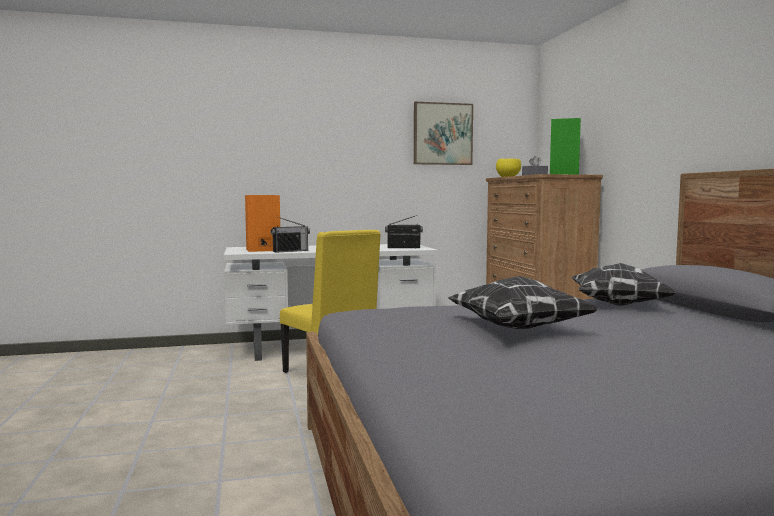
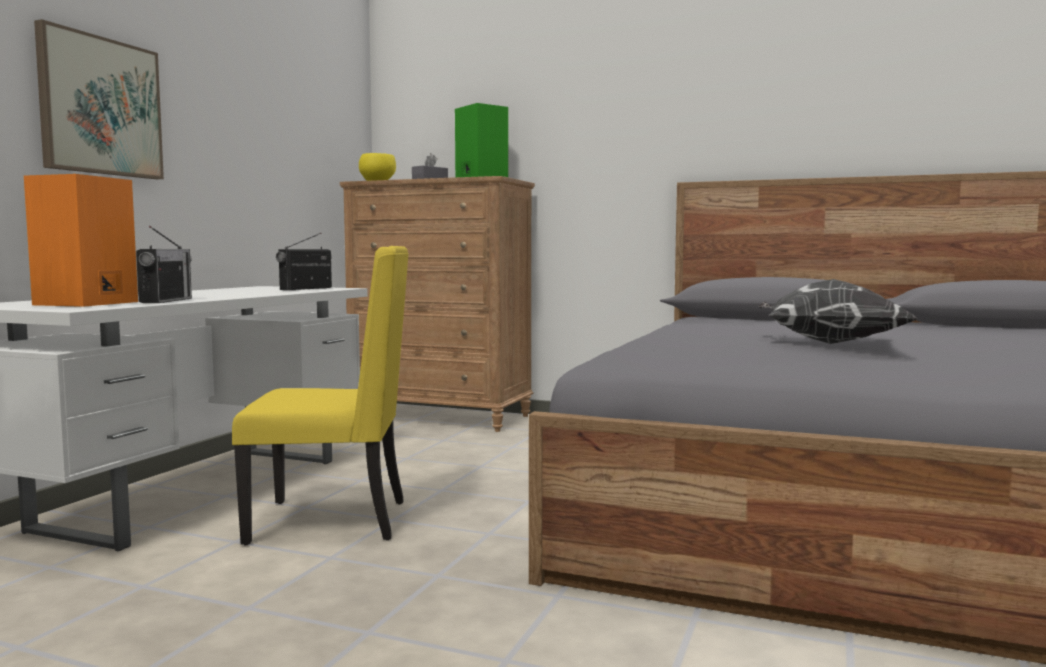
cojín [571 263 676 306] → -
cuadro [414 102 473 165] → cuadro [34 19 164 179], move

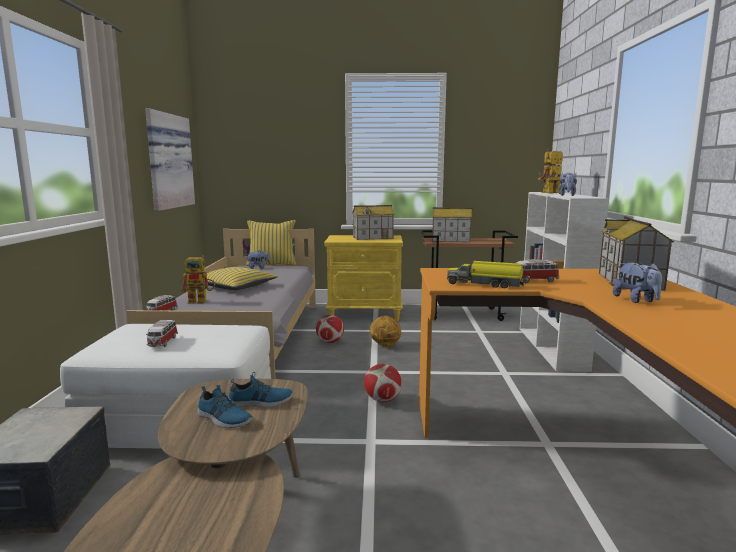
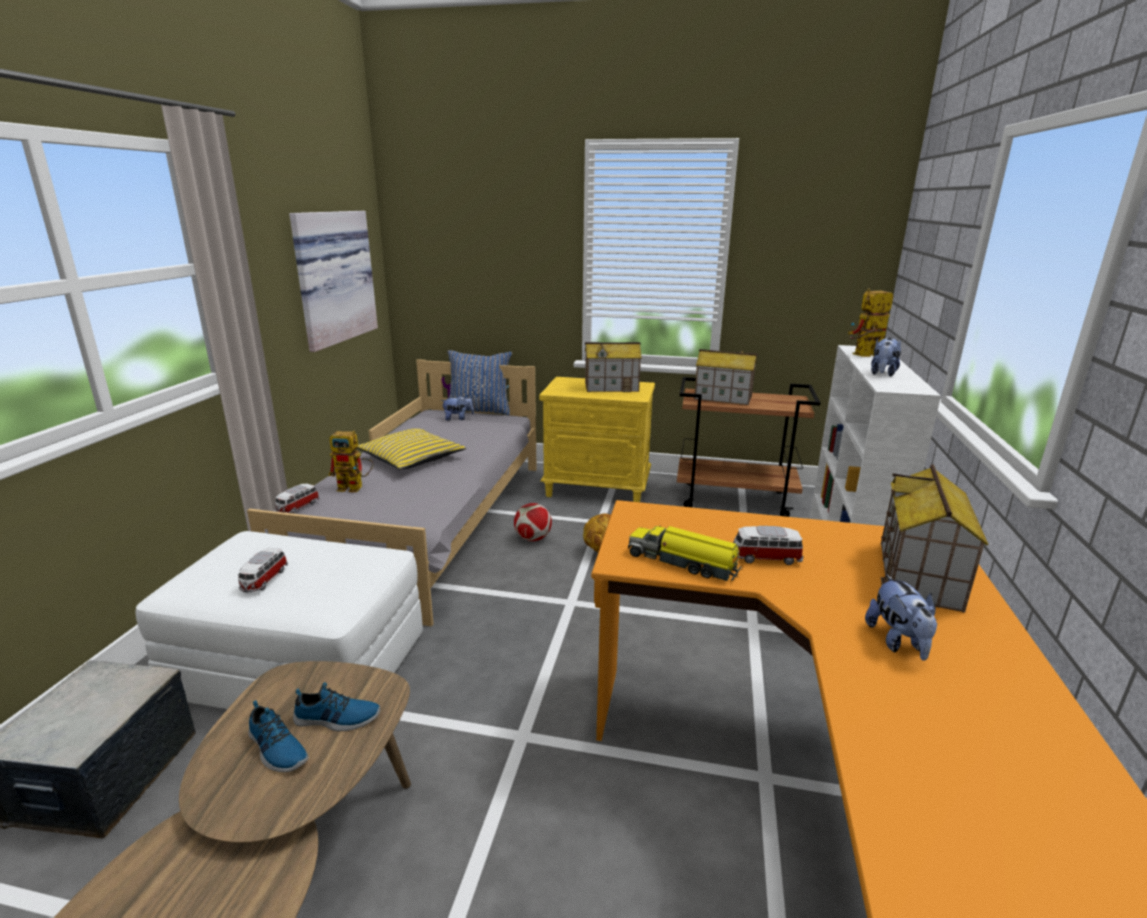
balón de fútbol [364 364 402 402] → -
cojín (amarillo) [246 220 296 266] → cojín (azul) [448 350 512 415]

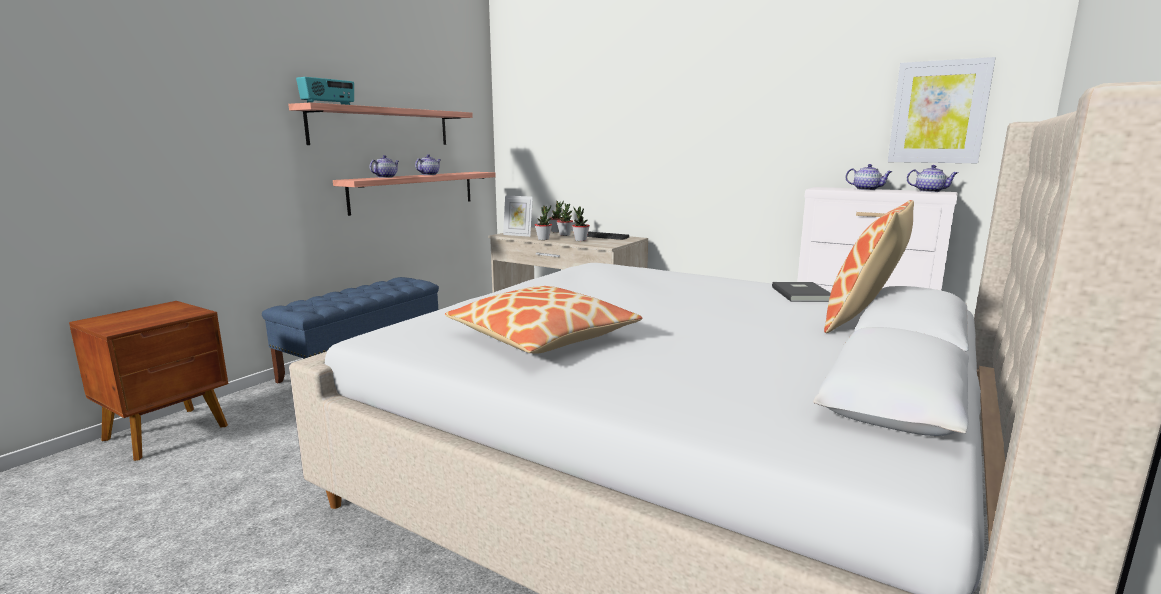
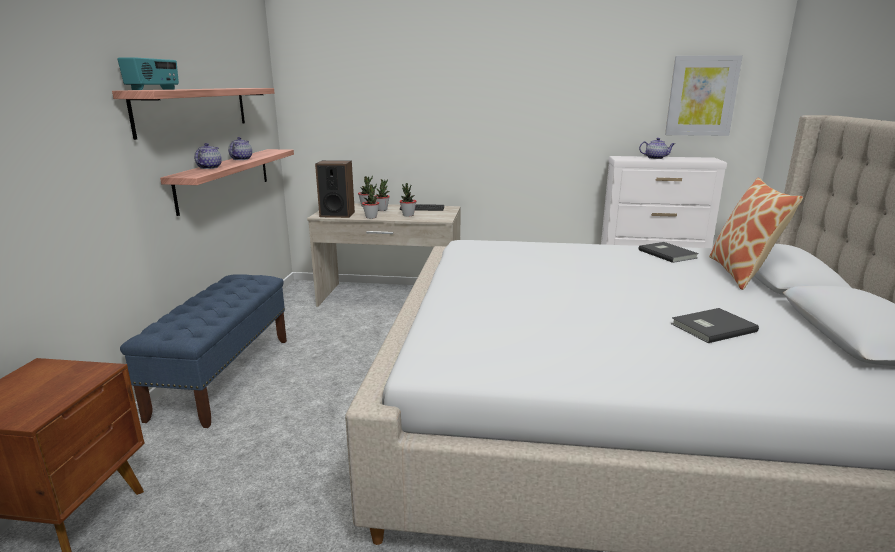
cojín [445 286 643 354] → -
tetera [907 165 958 192] → -
- → libro (gris) [671 308 759 343]
portarretratos [503 195 533 237] → altavoz [315 160 355 218]

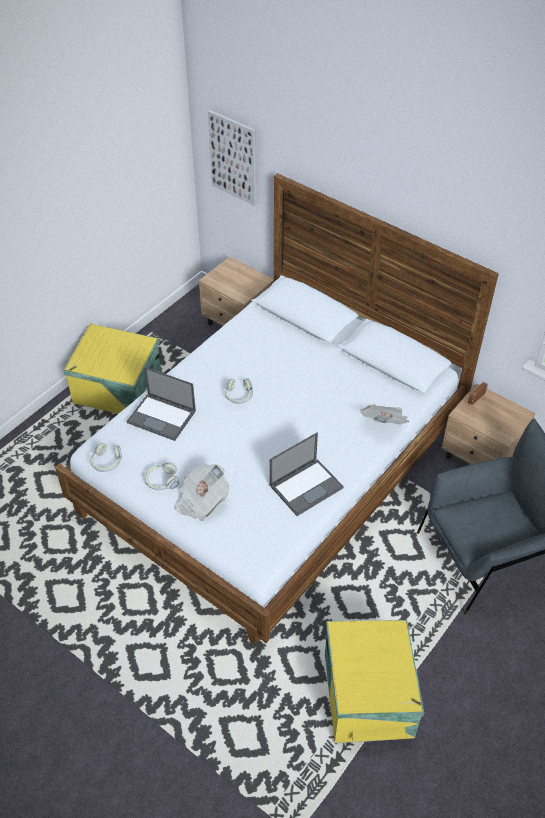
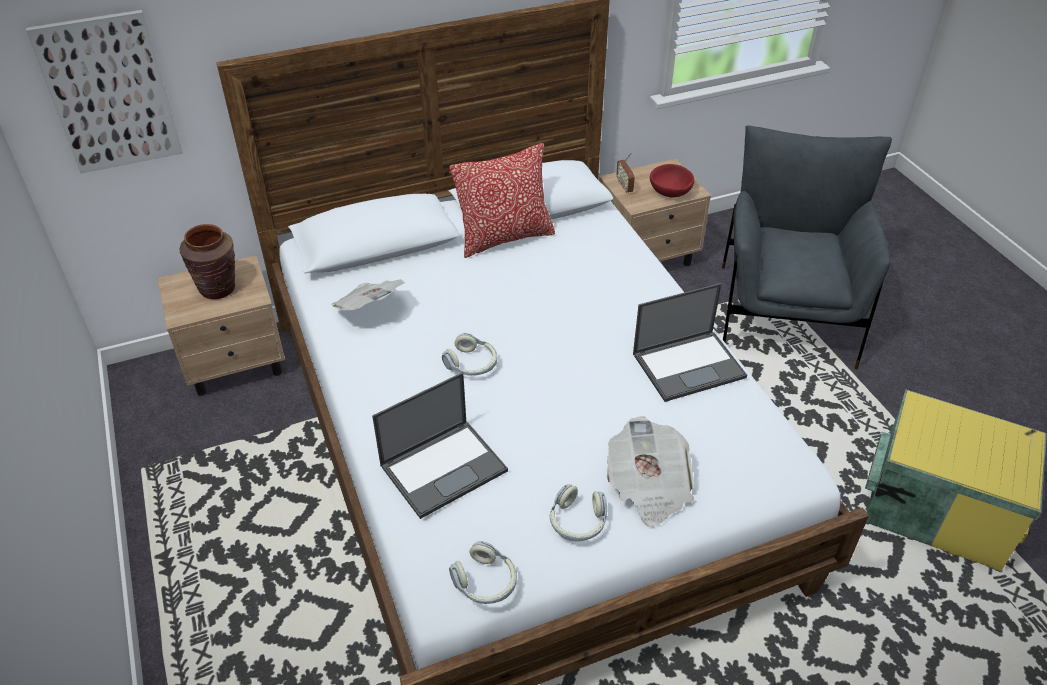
caja de almacenaje (amarillo) [63 323 162 414] → -
- → florero (marrón) [180 224 235 299]
- → cojín [450 143 555 258]
- → cuenco (rojo) [650 164 694 198]
periódico [360 404 409 425] → periódico [331 280 405 311], move
portátil [270 432 344 516] → portátil [633 283 747 402], 75 degrees clockwise

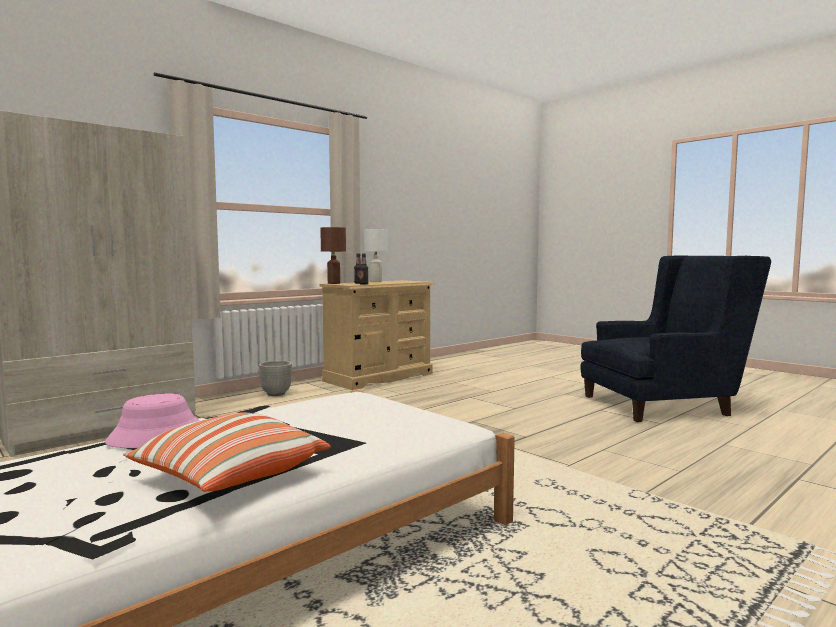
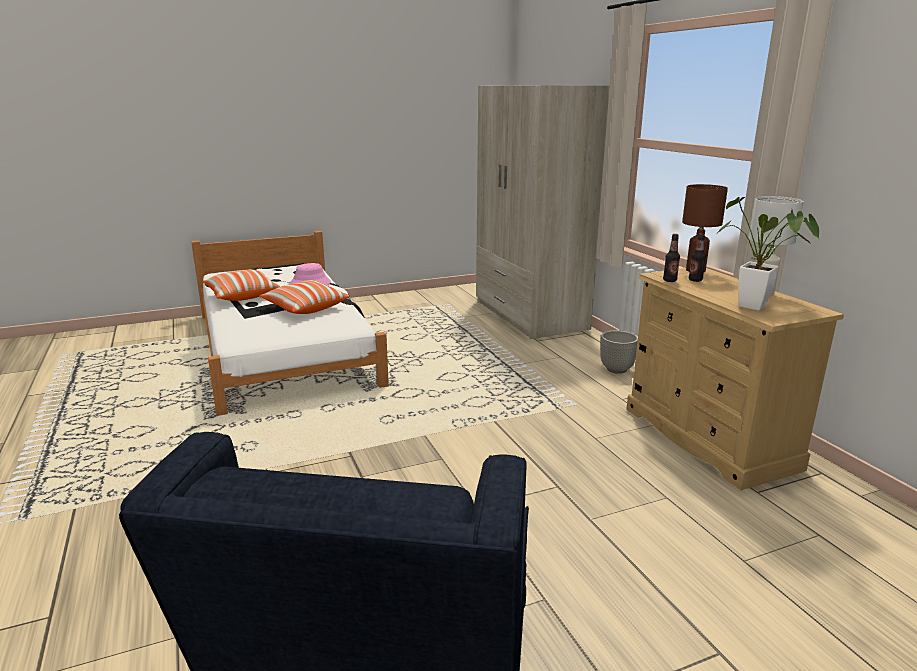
- → cojín [259 280 349 314]
- → planta en maceta [715 197 819 311]

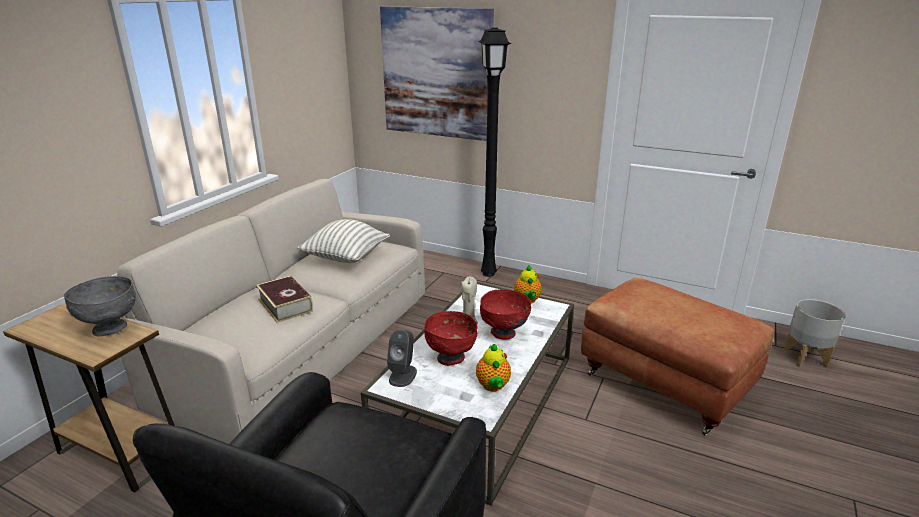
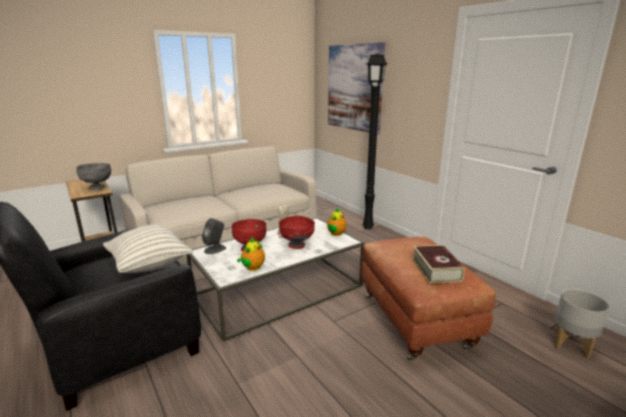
libro [256 276 313 323] → libro [412 245 465 284], move
cojín [297 219 390 263] → cojín [103 225 193 273], move

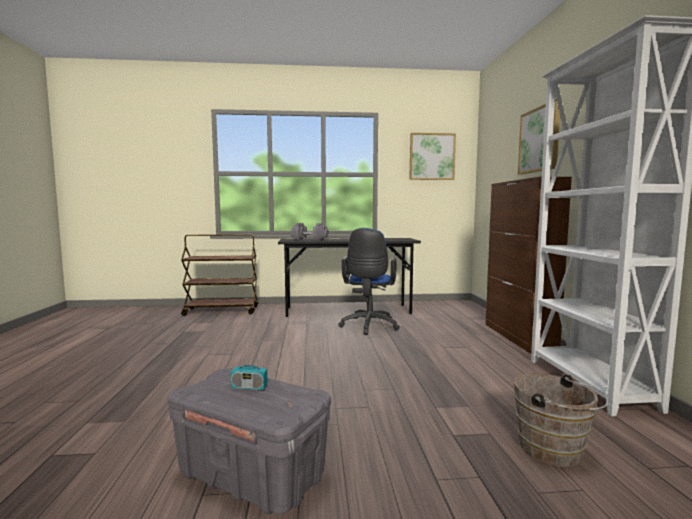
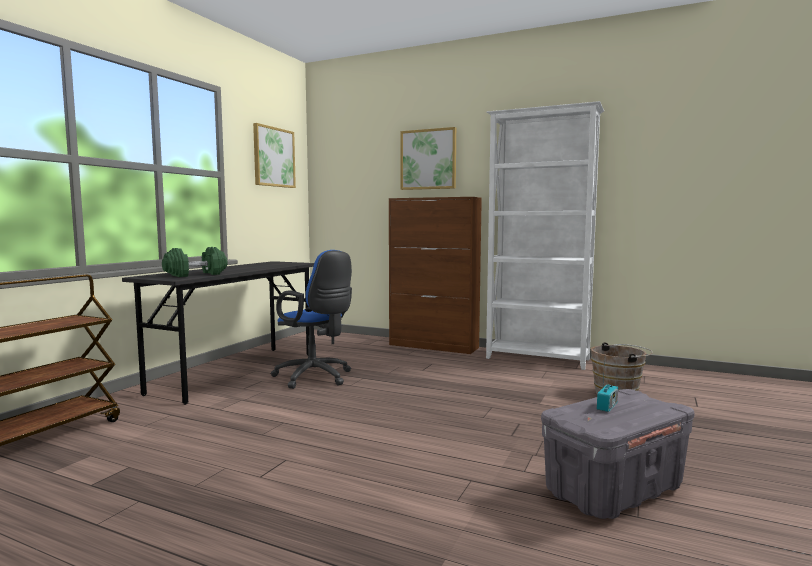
mancuerna (gris) [291 223 329 241] → mancuerna (verde) [162 247 228 277]

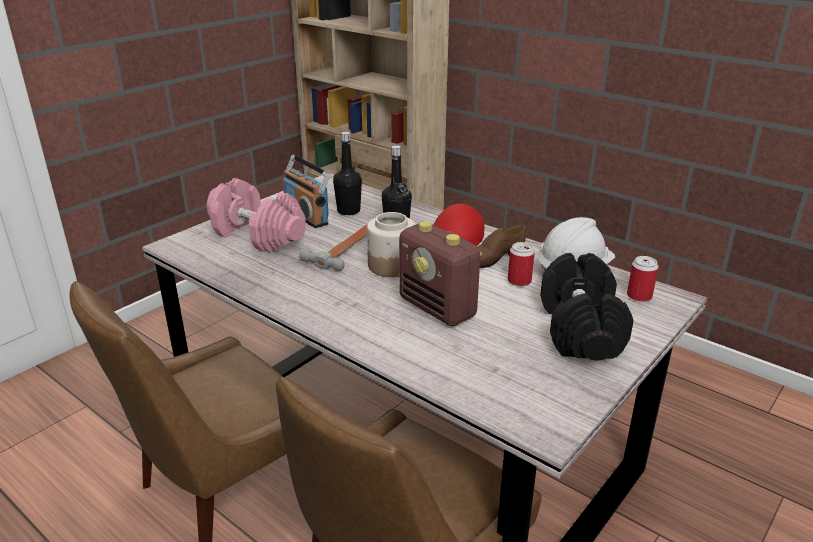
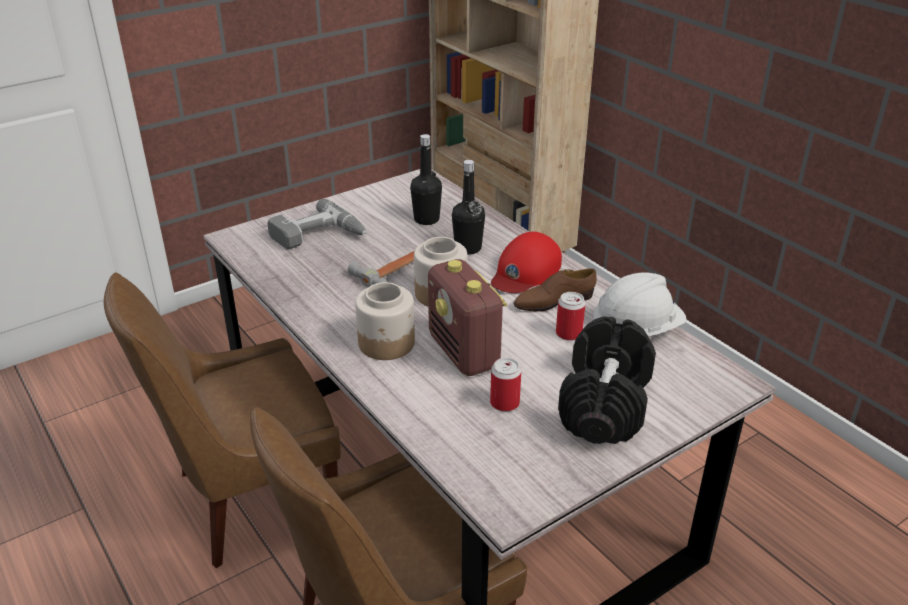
radio [283 155 330 228] → -
- → tarro [355 282 415 360]
lata [627 256 658 302] → lata [490 358 521 412], move
mancuerna (rosa) [207 178 306 252] → taladro [267 199 367 250]

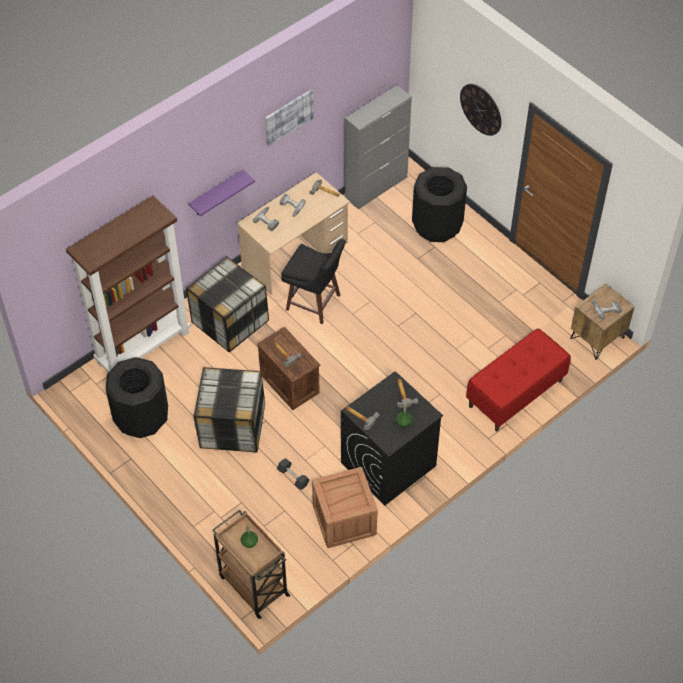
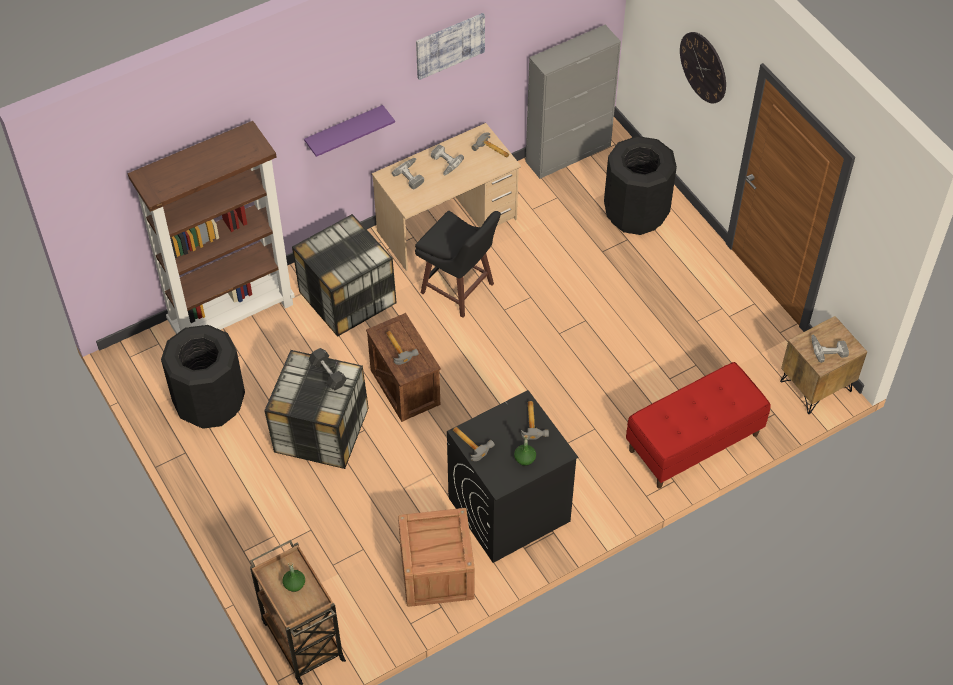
mancuerna (gris) [277 459 310 490] → mancuerna (gris) [309 348 347 390], move

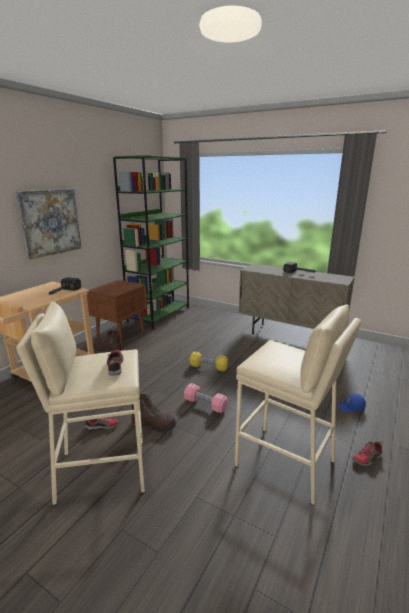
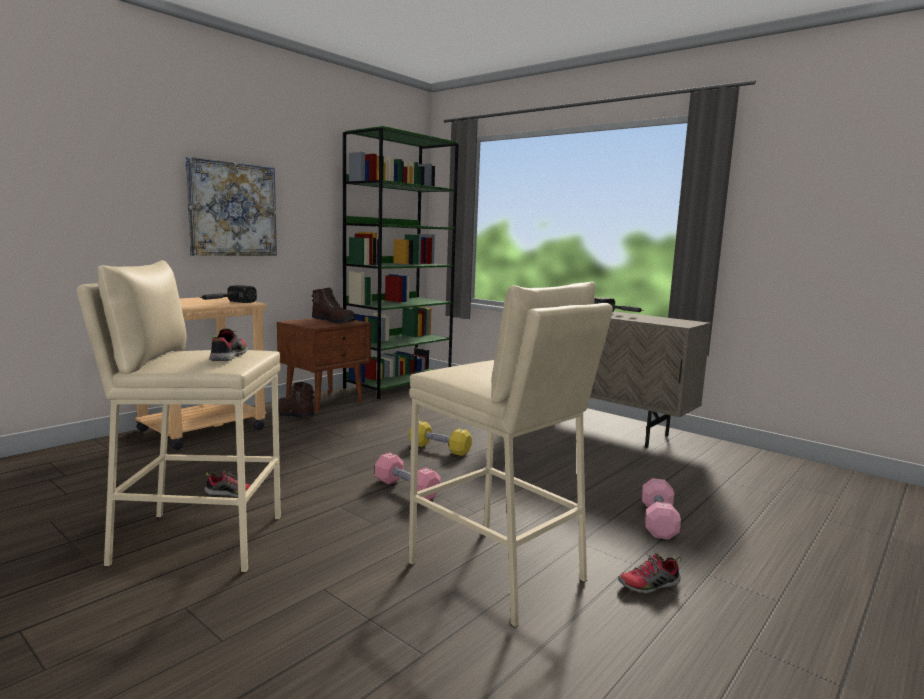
bota (marrón) [131 394 176 433] → bota (marrón) [312 287 356 324], move
gorra (azul) [337 394 366 412] → mancuerna (rosa) [642 478 681 540]

